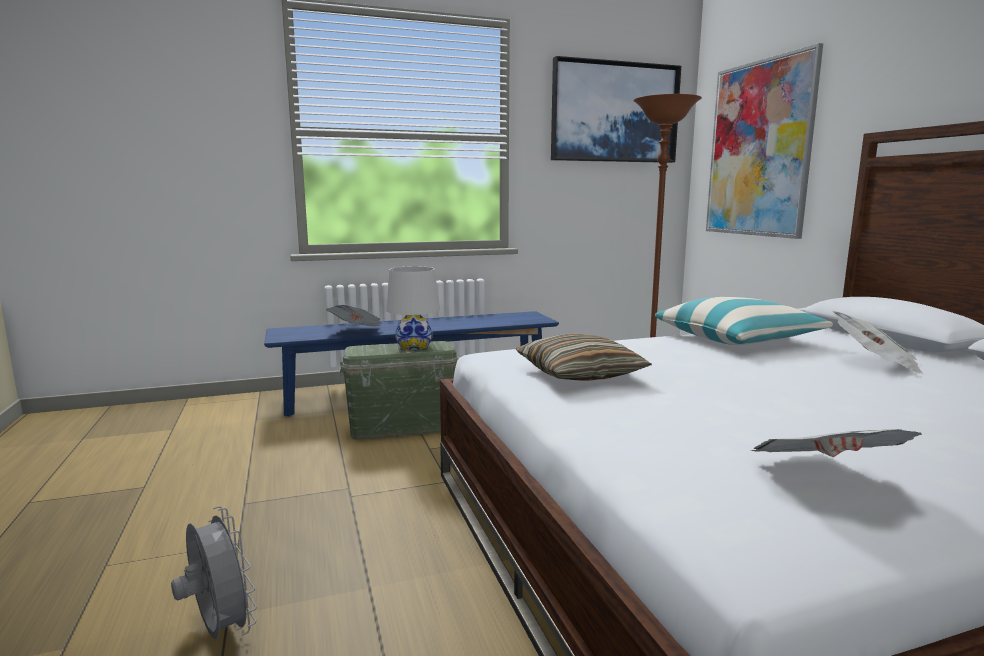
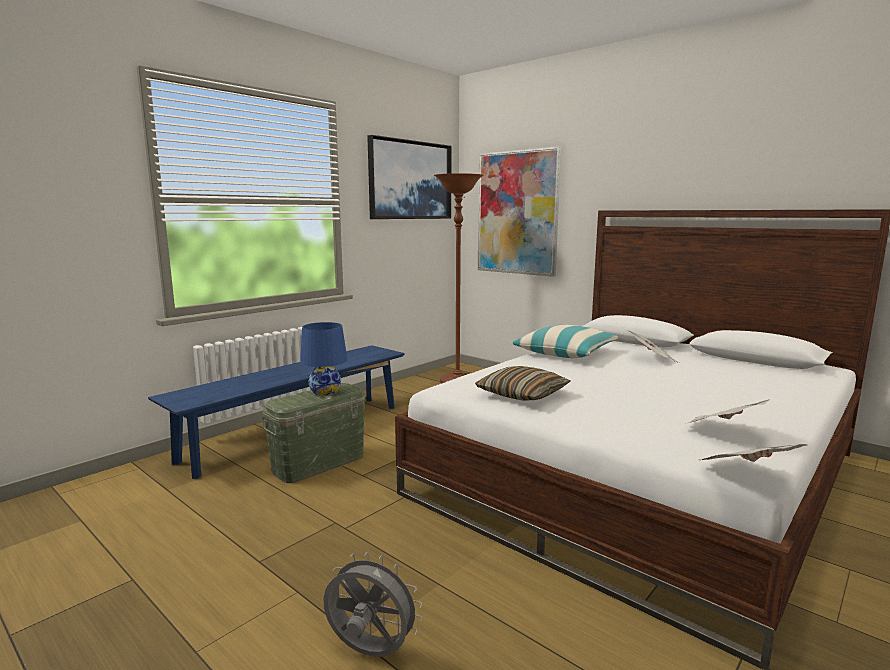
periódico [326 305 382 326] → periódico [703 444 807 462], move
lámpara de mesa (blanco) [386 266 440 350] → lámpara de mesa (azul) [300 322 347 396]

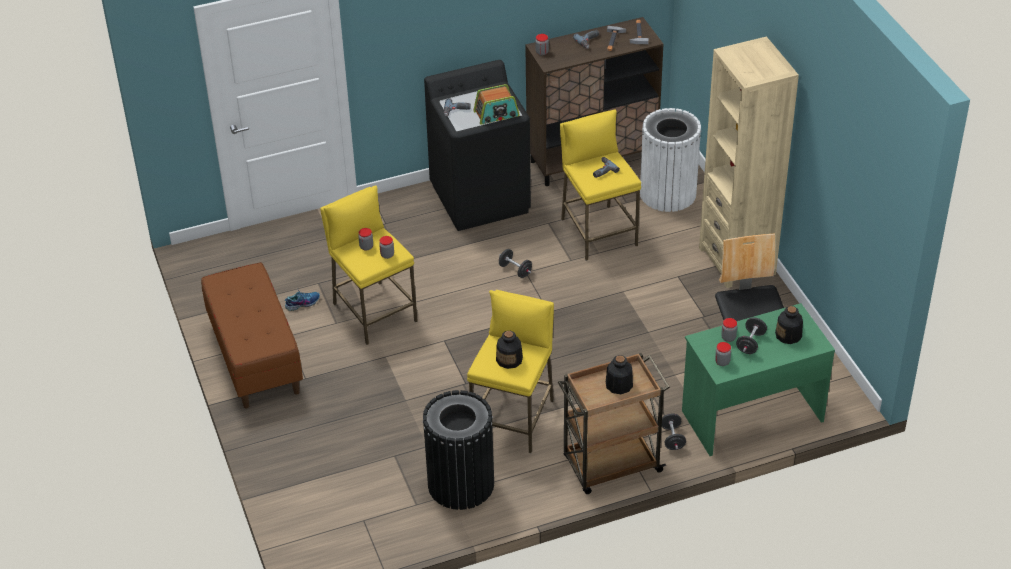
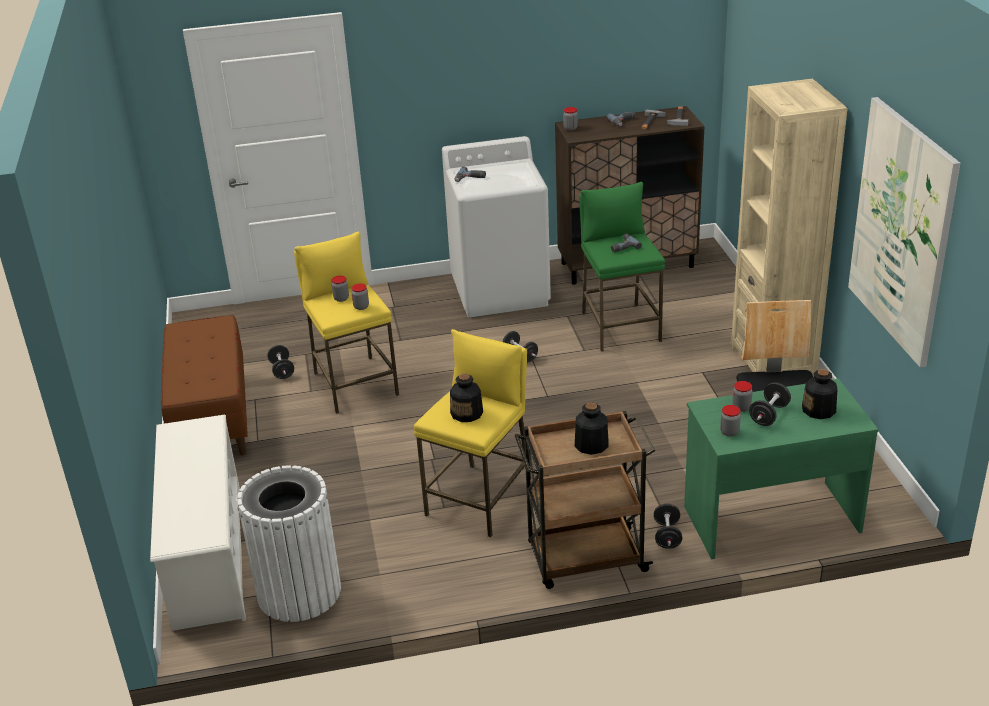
papelera (negro) [423 390 494 510] → -
radio [473 84 520 124] → -
- → zapatero (blanco) [150 415 246 631]
- → cuadro [848 97 960 367]
papelera (blanco) [640 108 701 212] → papelera (blanco) [237 465 341 622], move
zapato [285 290 320 311] → mancuerna (negro) [267 345 294 379]
lavadora (negro) [424 60 531 231] → lavadora (blanco) [442 136 551 317]
taburete (amarillo) [560 110 641 261] → taburete (verde) [579 182 665 351]

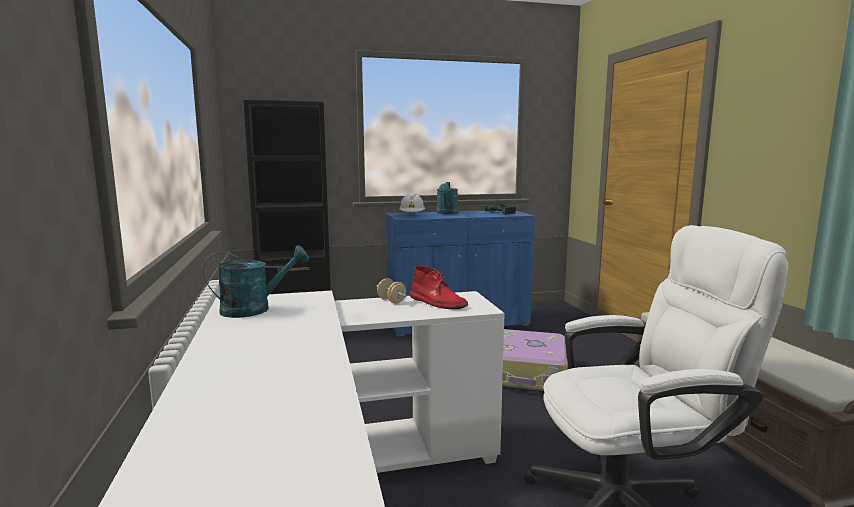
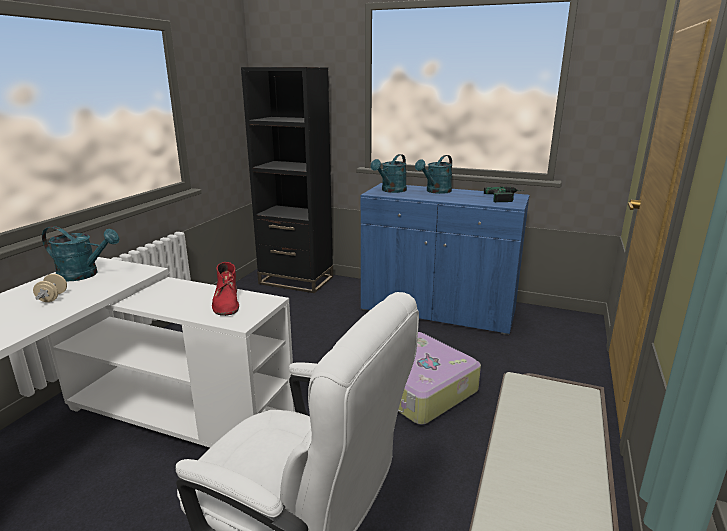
mancuerna (beis) [377 278 407 304] → mancuerna (beis) [33 274 67 302], move
casco (blanco) [399 193 425 214] → regadera (turquesa) [371 154 407 193]

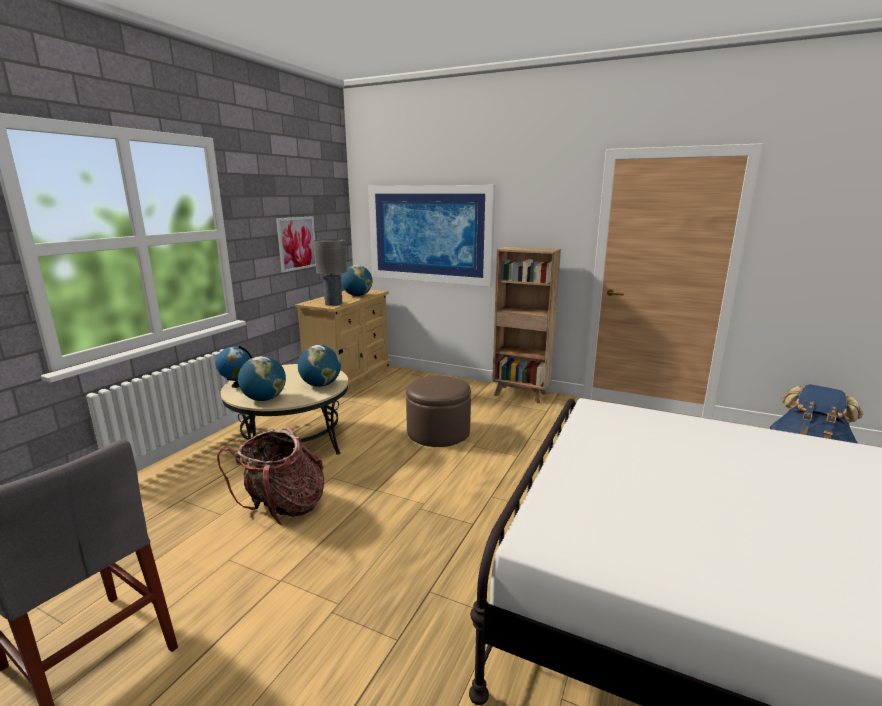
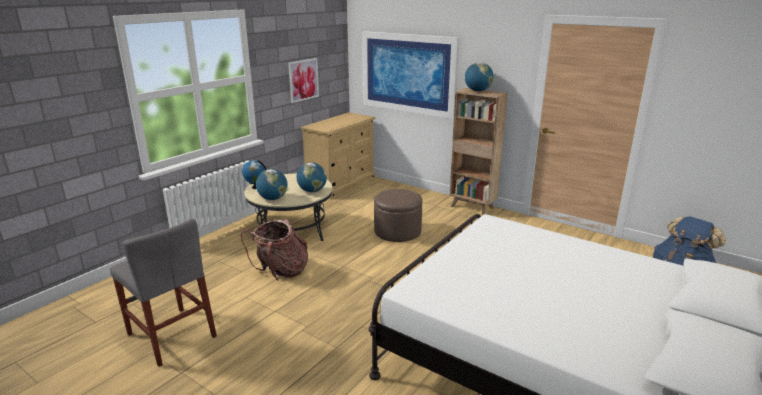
lámpara de mesa (gris) [314 239 347 306] → -
globo terráqueo [341 265 373 296] → globo terráqueo [465 62 493 91], move

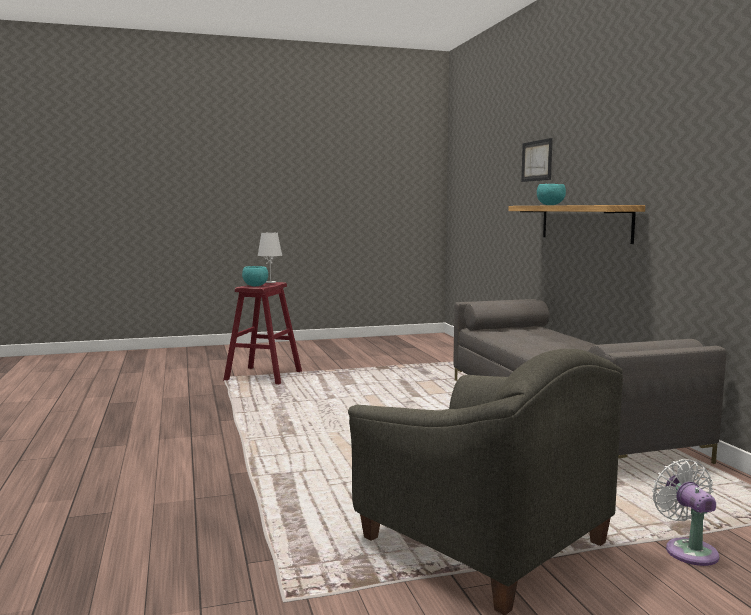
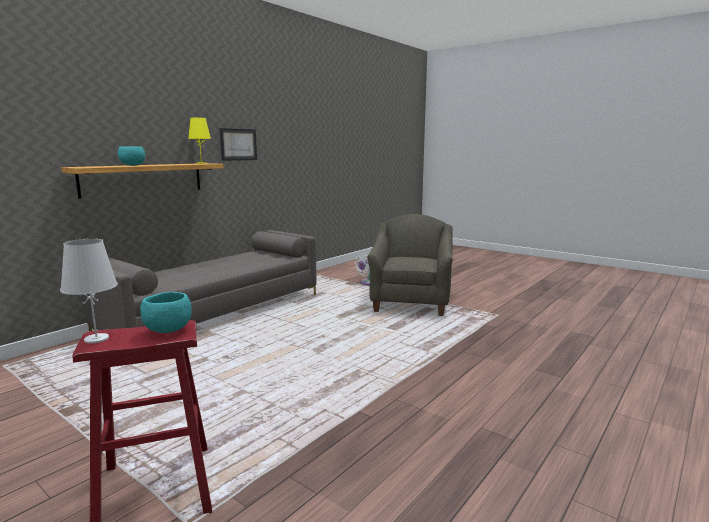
- → lámpara de mesa (amarillo) [188 118 211 164]
cuadro [521 138 553 182] → cuadro [219 128 257 161], move

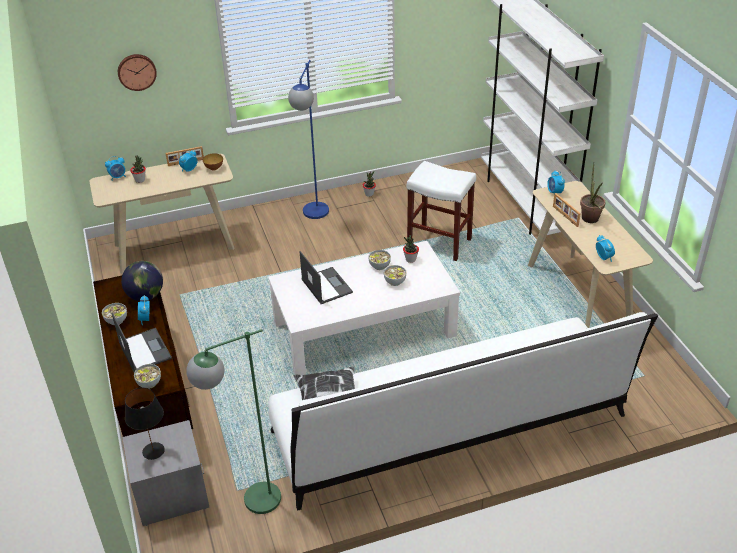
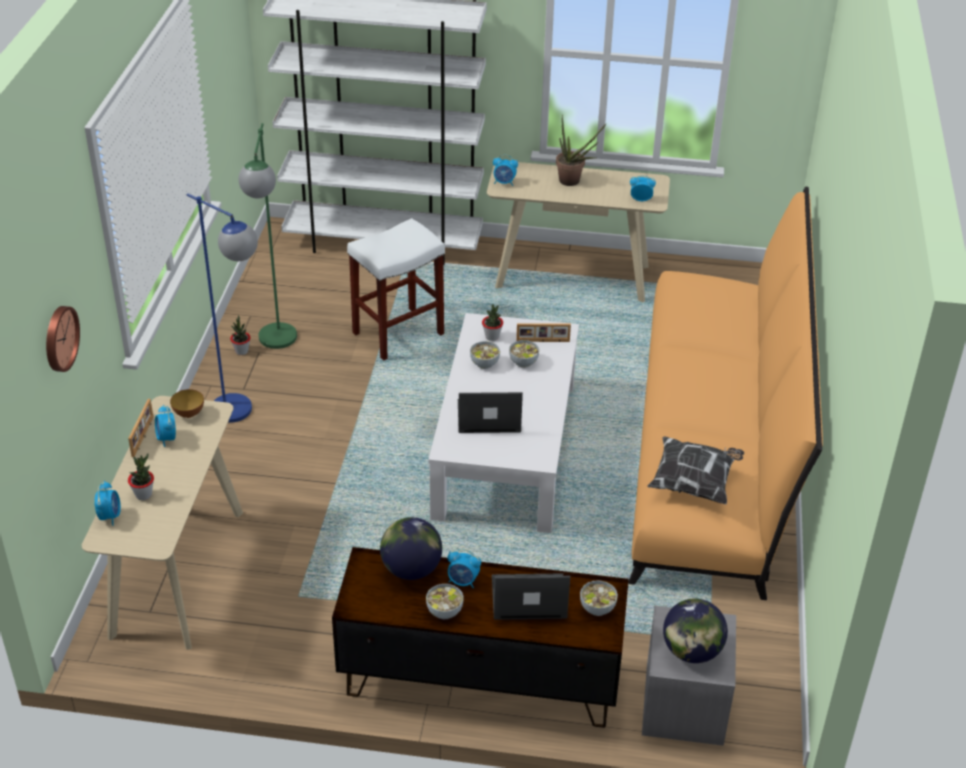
lámpara de pie (verde) [186 329 281 514] → lámpara de pie (verde) [238 123 297 349], move
portarretratos [553 193 581 227] → portarretratos [516 323 571 343], move
lámpara de mesa (negro) [125 387 165 460] → globo terráqueo [663 599 728 663]
sofá (blanco) [268 312 658 511] → sofá (naranja) [628 187 823 600]

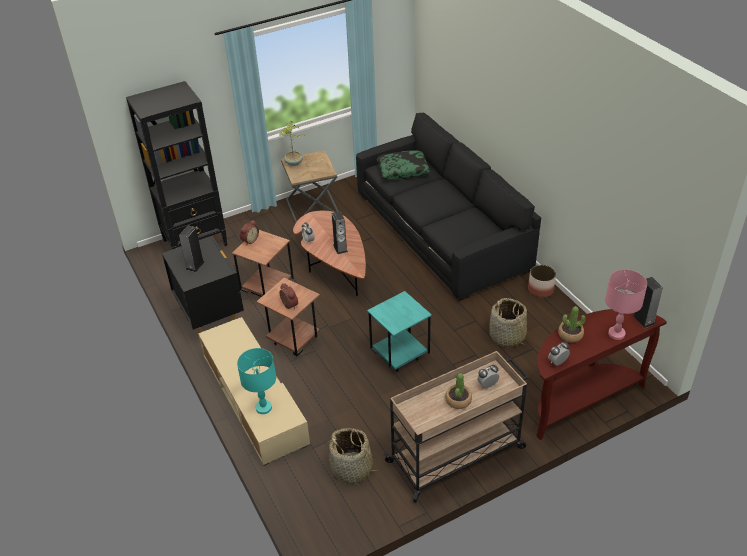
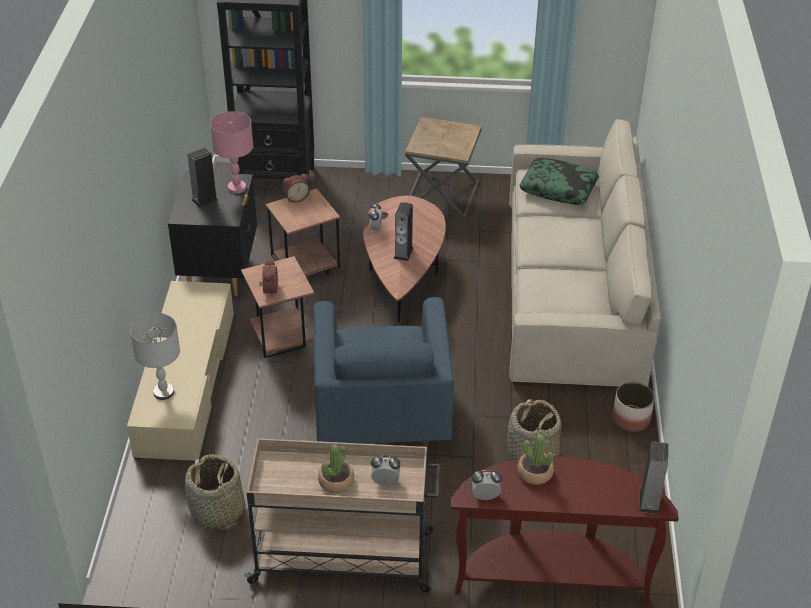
planta en maceta [279 120 306 166] → -
lámpara de mesa (rosa) [605 269 647 340] → lámpara de mesa (rosa) [210 111 253 194], move
mesa auxiliar (turquesa) [367 291 432 372] → sillón (azul) [314 297 454 452]
lámpara de mesa (turquesa) [237 348 276 414] → lámpara de mesa (gris) [130 313 180 400]
sofá (negro) [356 113 541 301] → sofá (beis) [509 119 661 387]

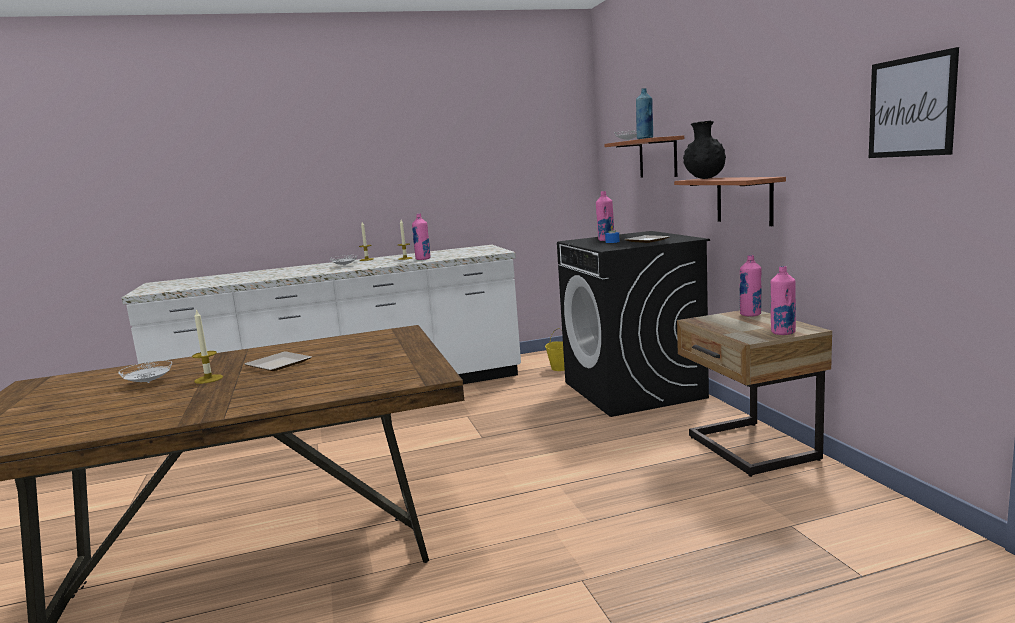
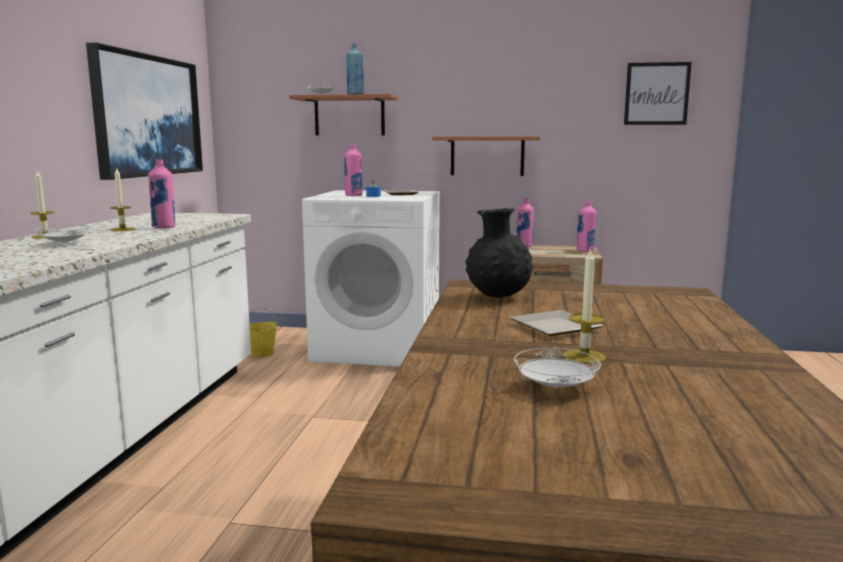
- → cuadro [86 42 203 180]
florero (negro) [683 121 726 179] → florero (negro) [465 208 533 298], move
lavadora (negro) [557 231 710 417] → lavadora (blanco) [302 190 440 367]

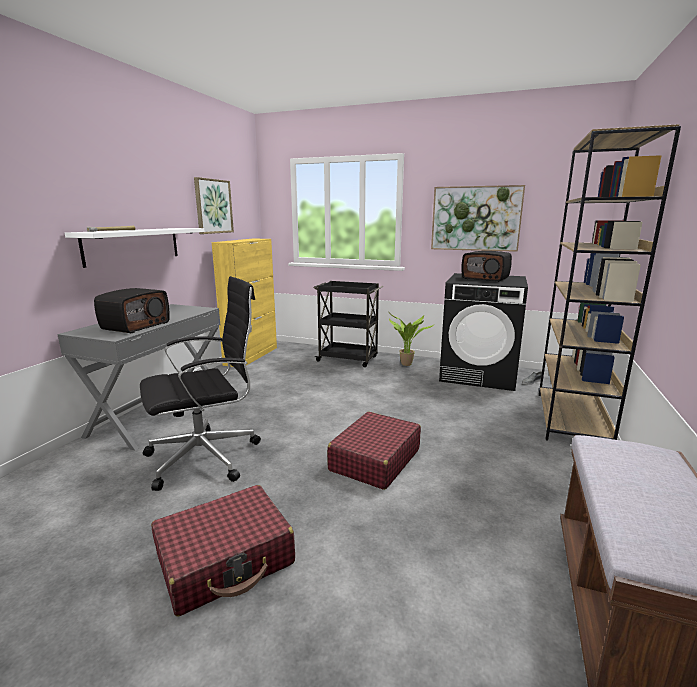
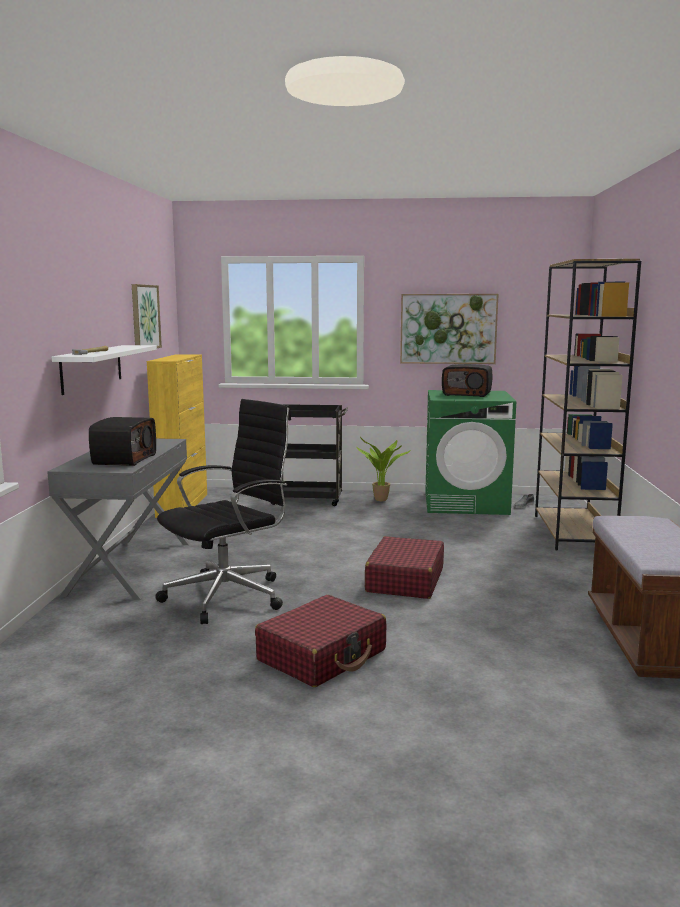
lavadora (negro) [439 273 528 391] → lavadora (verde) [425 390 516 515]

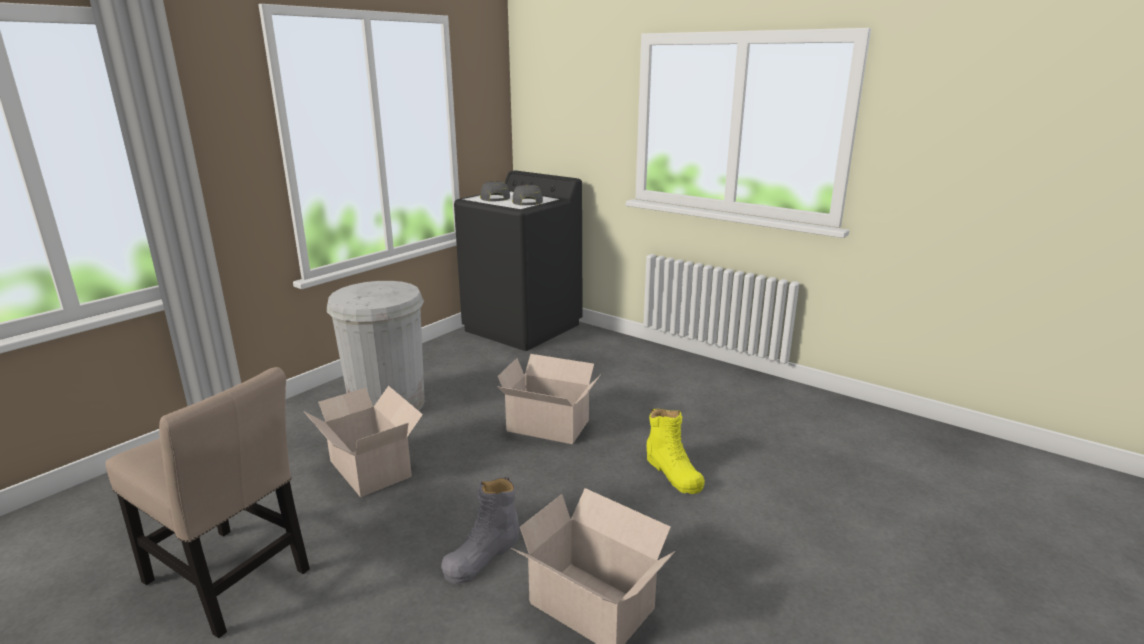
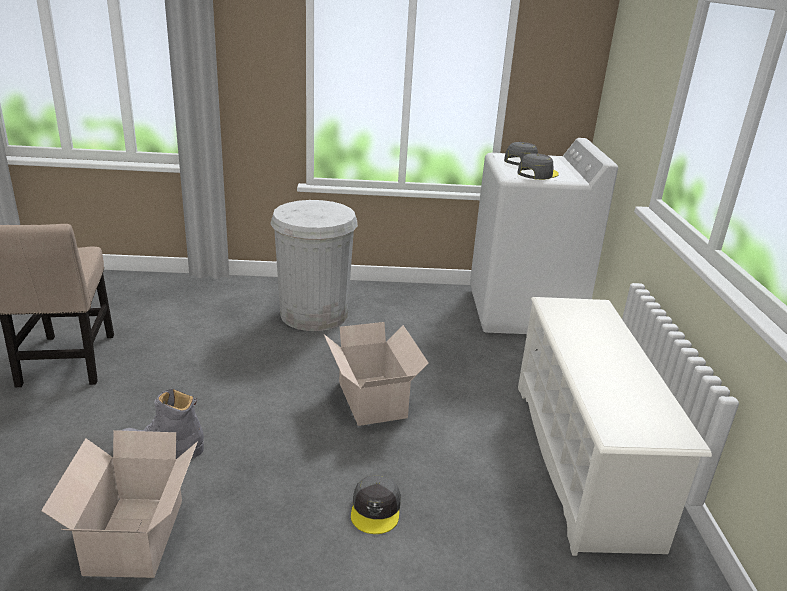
caja de cartón [304 386 423 497] → -
- → zapatero (blanco) [518 297 712 556]
bota (amarillo) [647 408 705 494] → gorra (gris) [351 475 401 534]
lavadora (negro) [454 170 583 351] → lavadora (blanco) [470 138 618 334]

